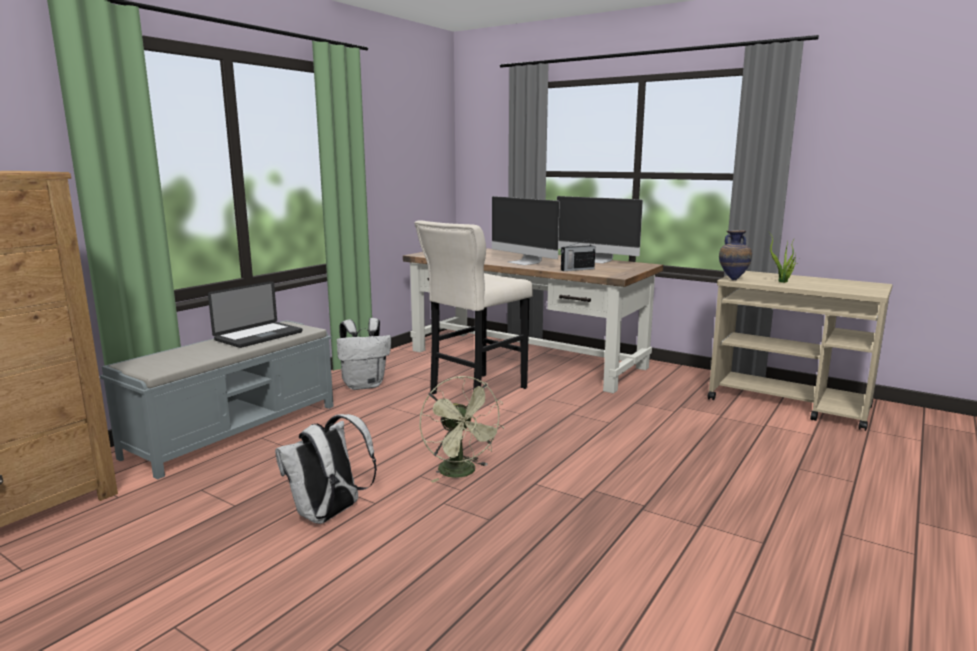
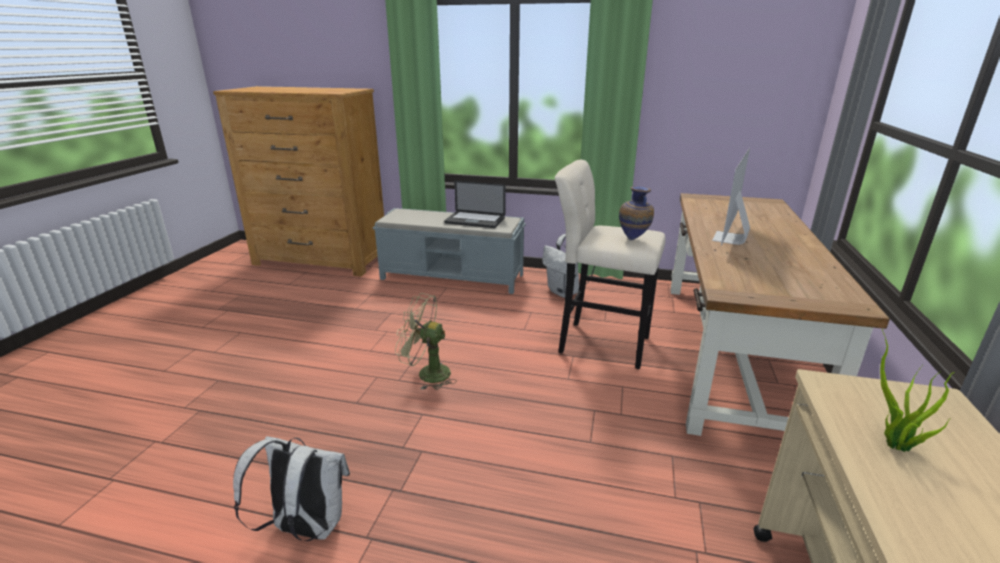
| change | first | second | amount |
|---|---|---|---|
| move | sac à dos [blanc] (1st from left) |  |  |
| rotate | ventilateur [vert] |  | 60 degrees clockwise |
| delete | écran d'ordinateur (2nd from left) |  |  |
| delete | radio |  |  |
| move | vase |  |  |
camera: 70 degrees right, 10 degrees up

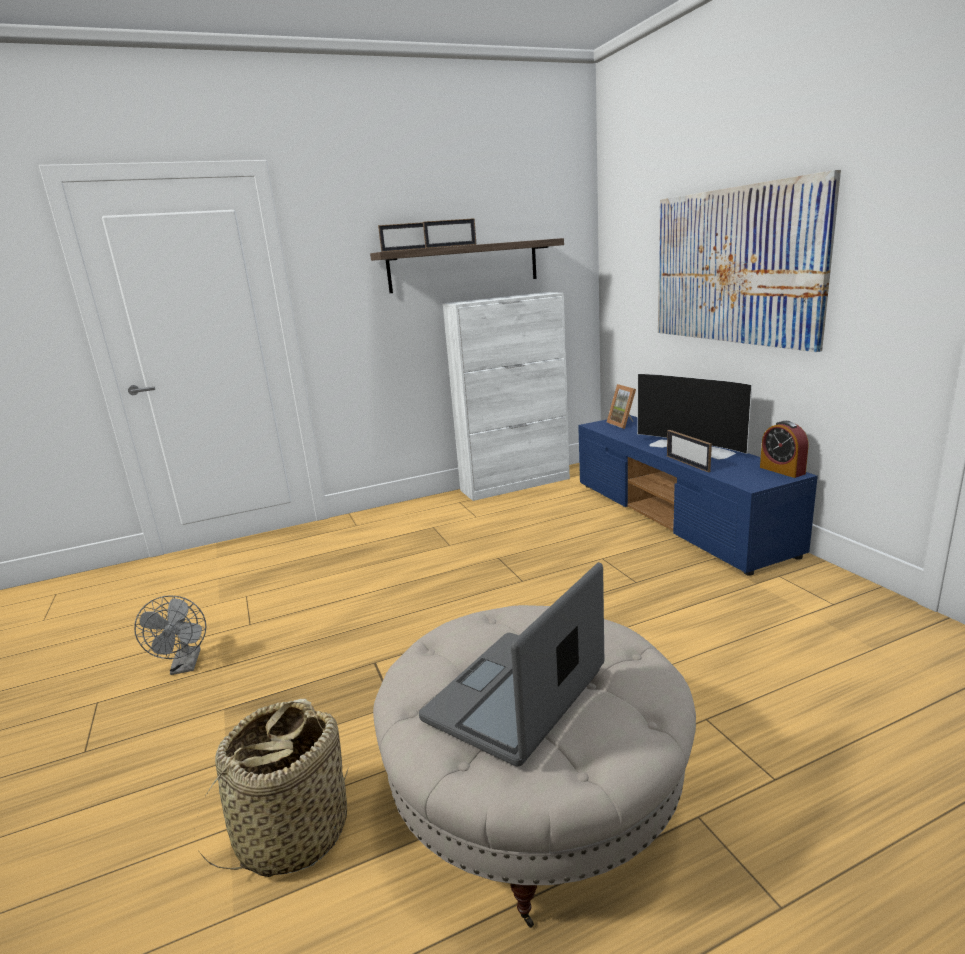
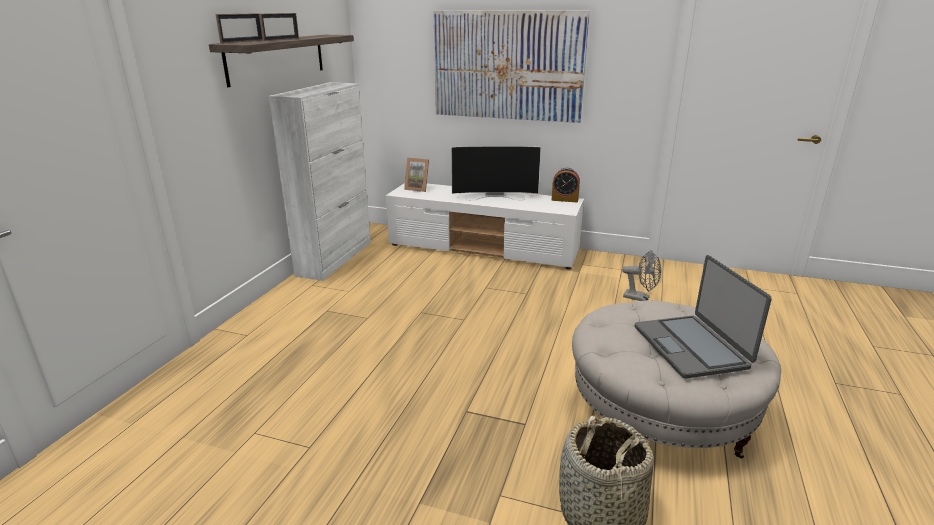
| change | first | second | amount |
|---|---|---|---|
| move | ventilateur [gris] |  |  |
| recolor | meuble télé [bleu] | meuble télé [blanc] |  |
| delete | cadre photo (4th from left) |  |  |
camera: 50 degrees left, 5 degrees up

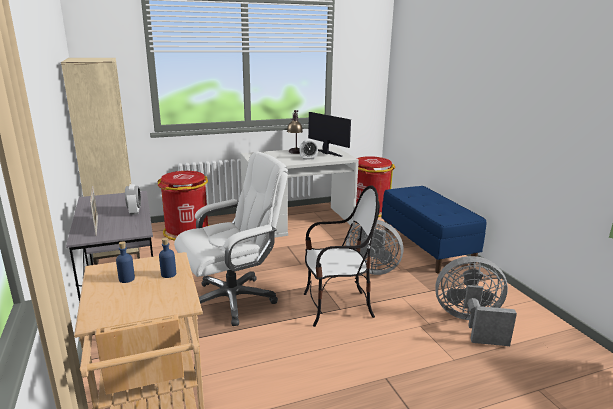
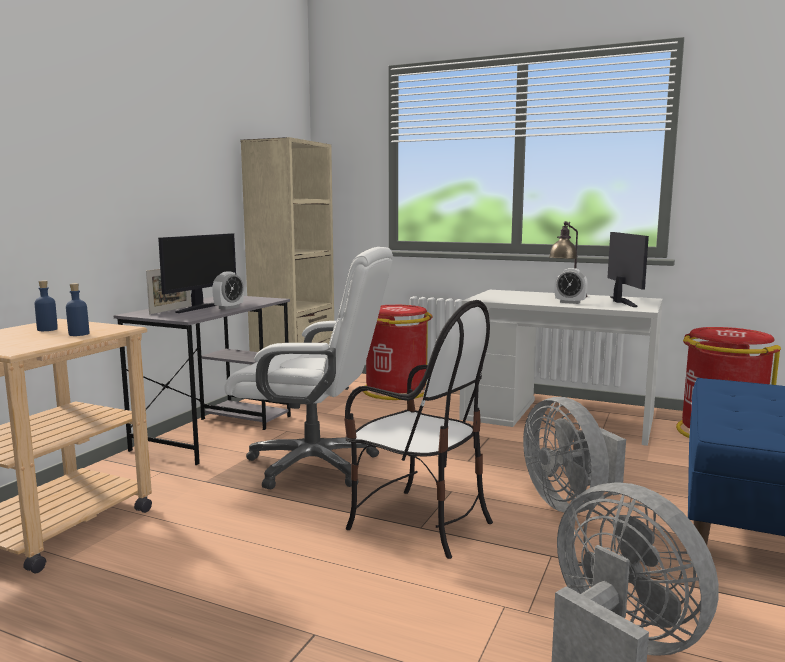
| change | first | second | amount |
|---|---|---|---|
| insert |  | écran d'ordinateur (1st from left) |  |
camera: 45 degrees right, 10 degrees down

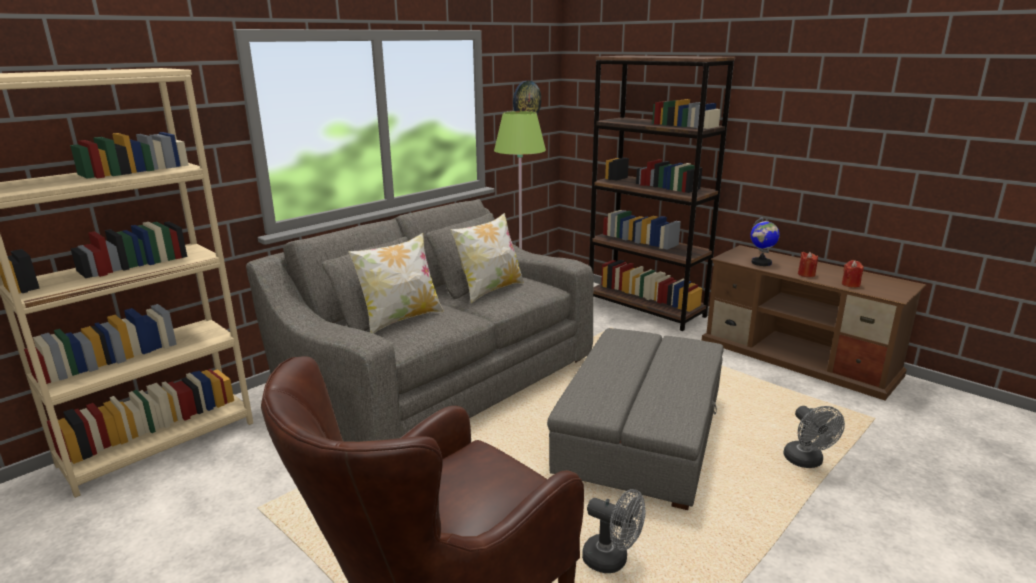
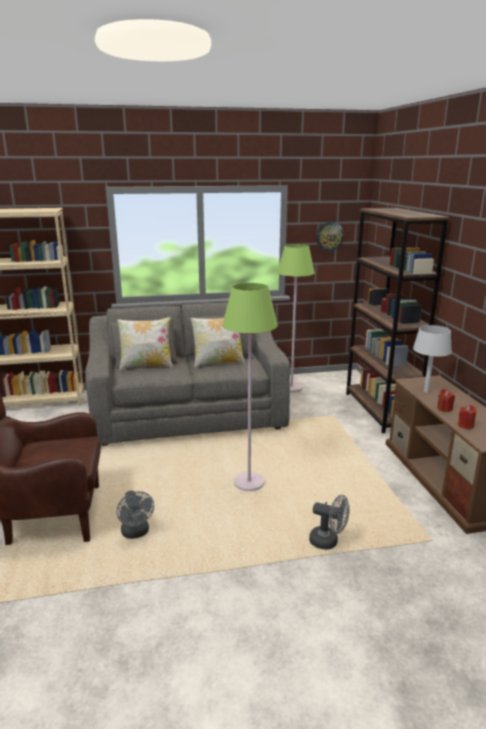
| change | first | second | amount |
|---|---|---|---|
| replace | pouf [gris] | lampadaire [vert] (1st from left) |  |
| replace | globe | lampe de table [gris] |  |
| rotate | ventilateur [gris] (2nd from left) |  | 90 degrees counterclockwise |
camera: 35 degrees right, 0 degrees up

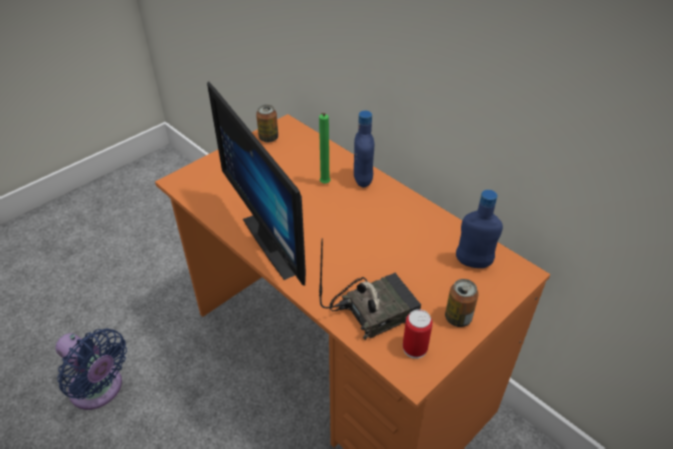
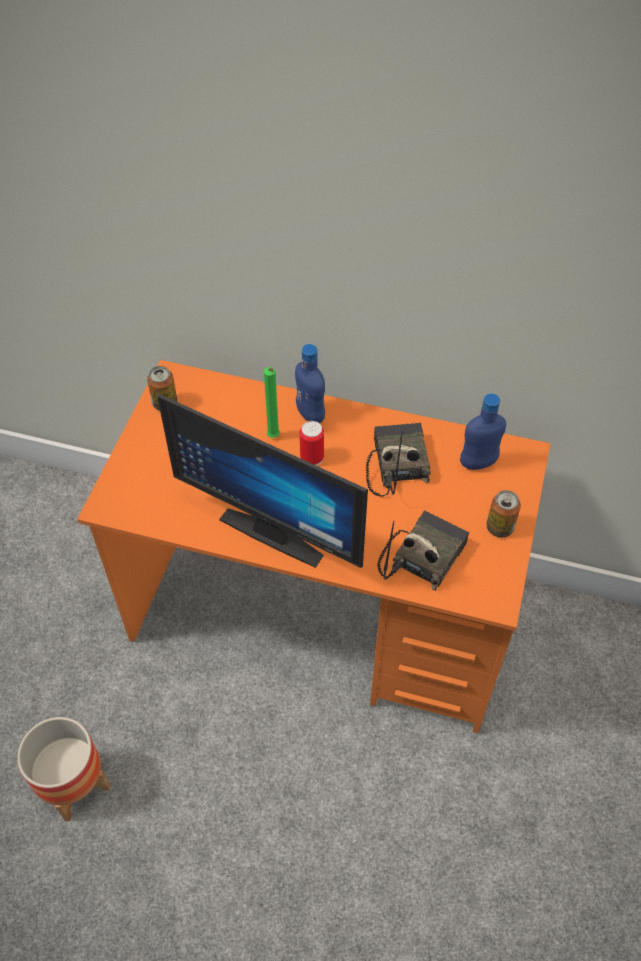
| change | first | second | amount |
|---|---|---|---|
| replace | ventilateur [bleu] | cache-pot |  |
| move | boîte métallique (2nd from left) |  |  |
| insert |  | radio (1st from left) |  |
camera: 30 degrees left, 10 degrees up

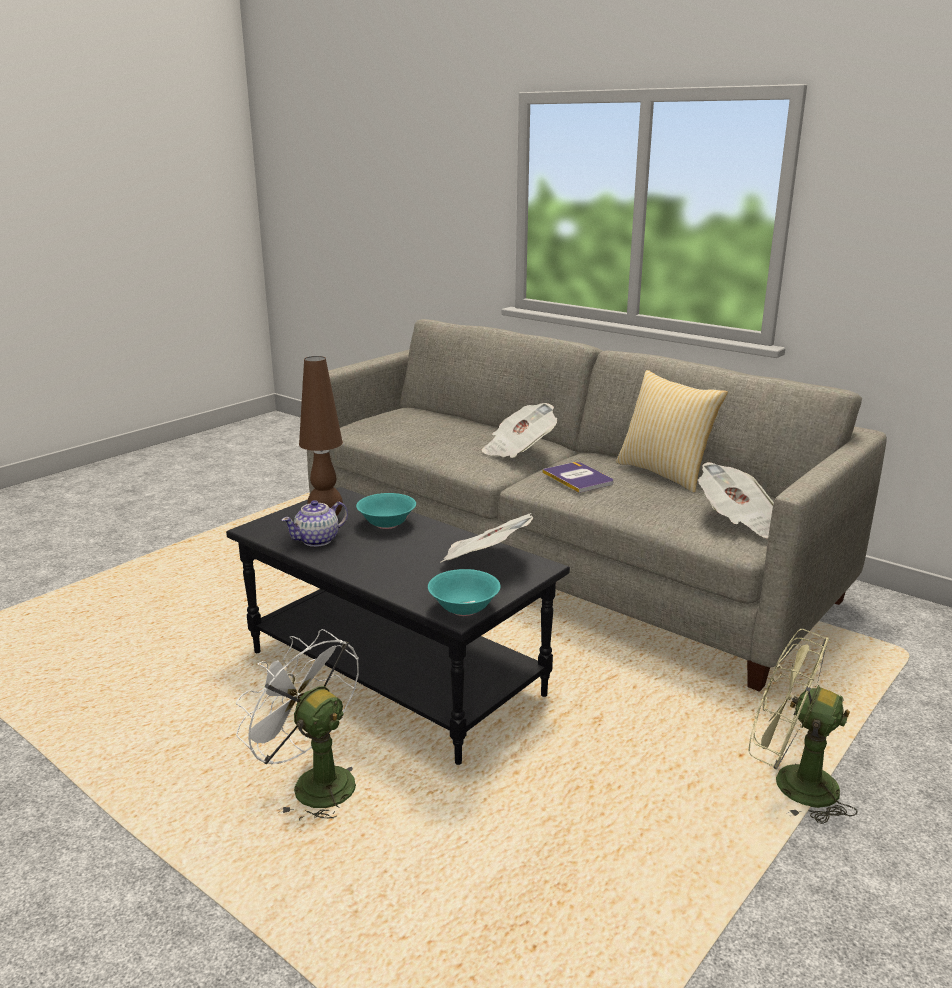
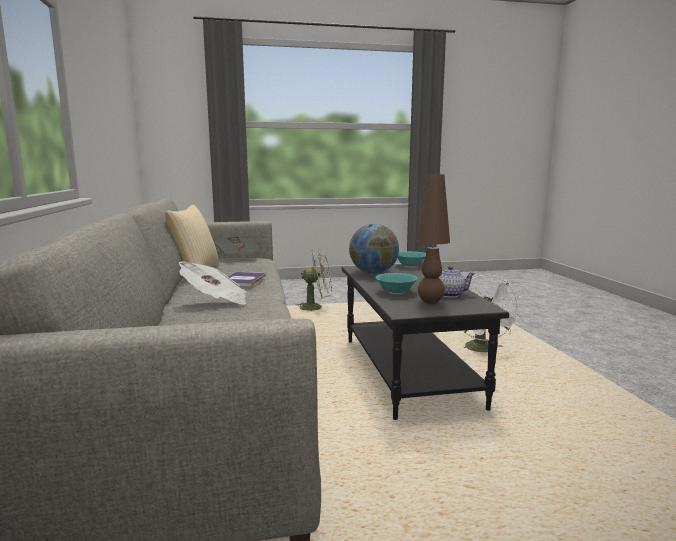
| change | first | second | amount |
|---|---|---|---|
| replace | journal (1st from left) | globe |  |
| rotate | ventilateur [vert] |  | 75 degrees counterclockwise |
camera: 140 degrees left, 10 degrees down

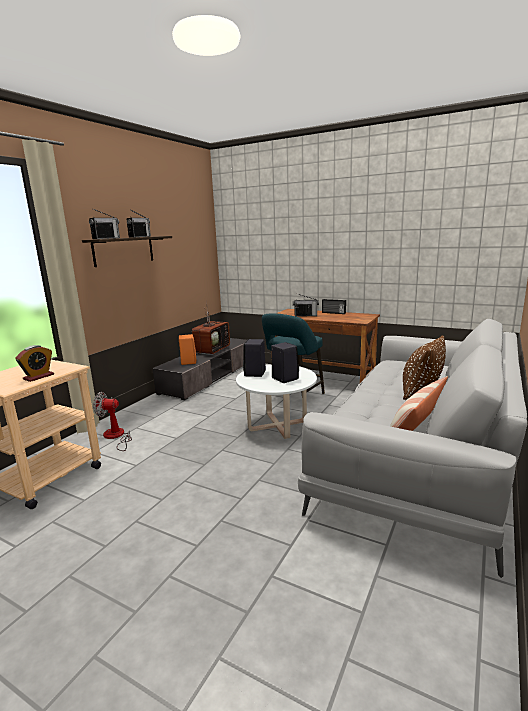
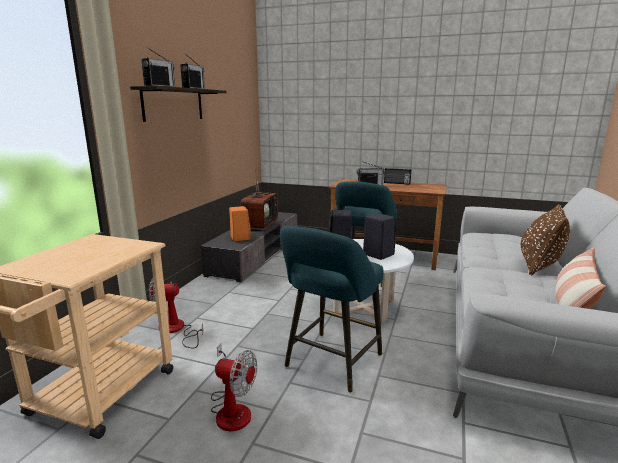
| change | first | second | amount |
|---|---|---|---|
| delete | réveil |  |  |
| insert |  | ventilateur (2nd from left) |  |
| insert |  | tabouret [turquoise] (1st from left) |  |
camera: 10 degrees left, 0 degrees up

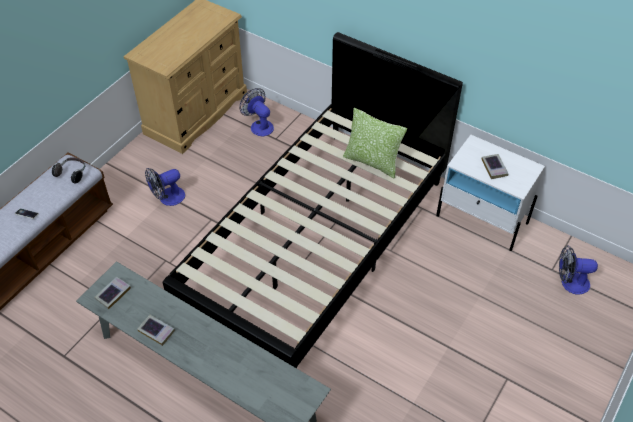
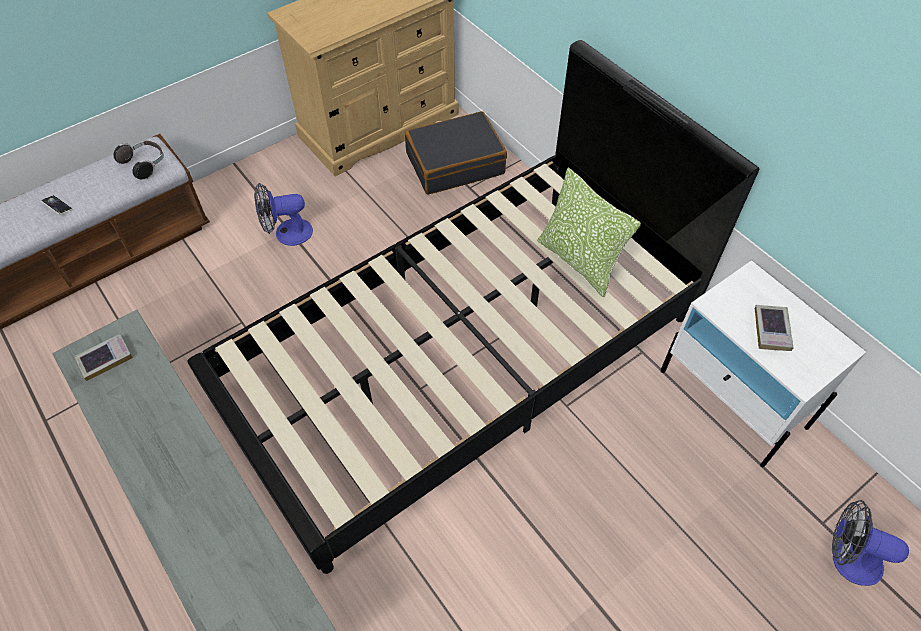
| change | first | second | amount |
|---|---|---|---|
| delete | livre (2nd from left) |  |  |
| replace | ventilateur (2nd from left) | valise [noir] |  |
camera: 20 degrees right, 5 degrees up

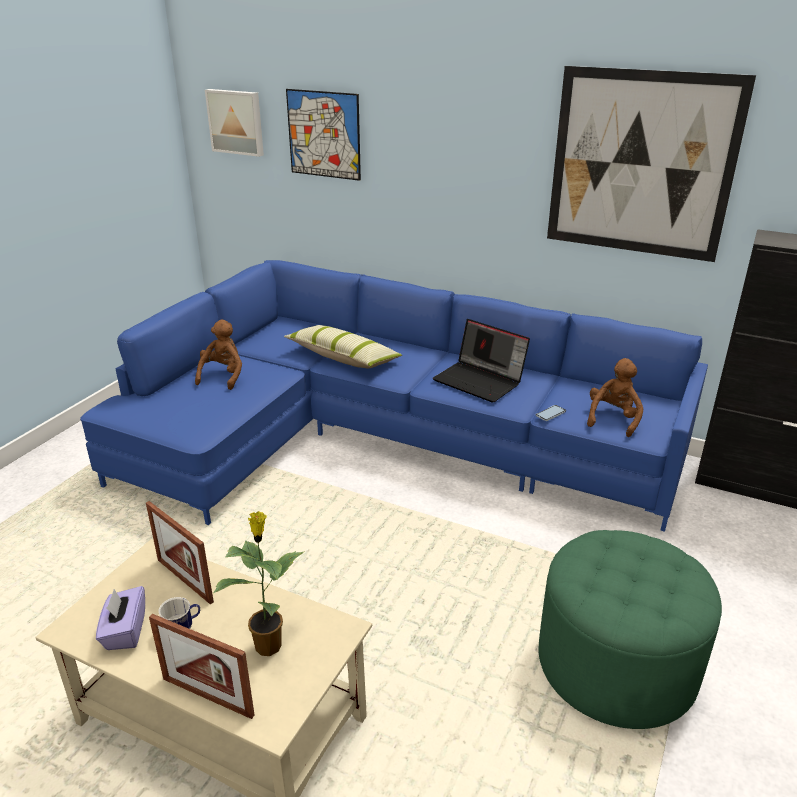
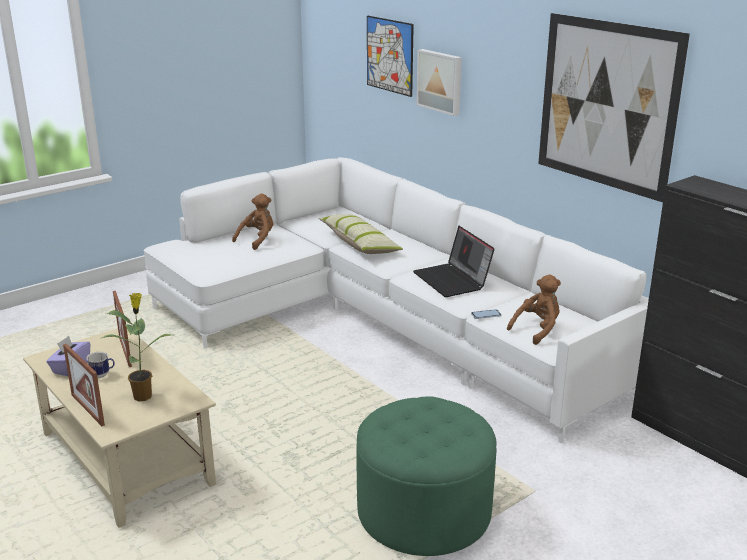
| change | first | second | amount |
|---|---|---|---|
| recolor | canapé [bleu] | canapé [blanc] |  |
| move | tableau (1st from left in the first image) | tableau (2nd from left) |  |
camera: 25 degrees right, 5 degrees down

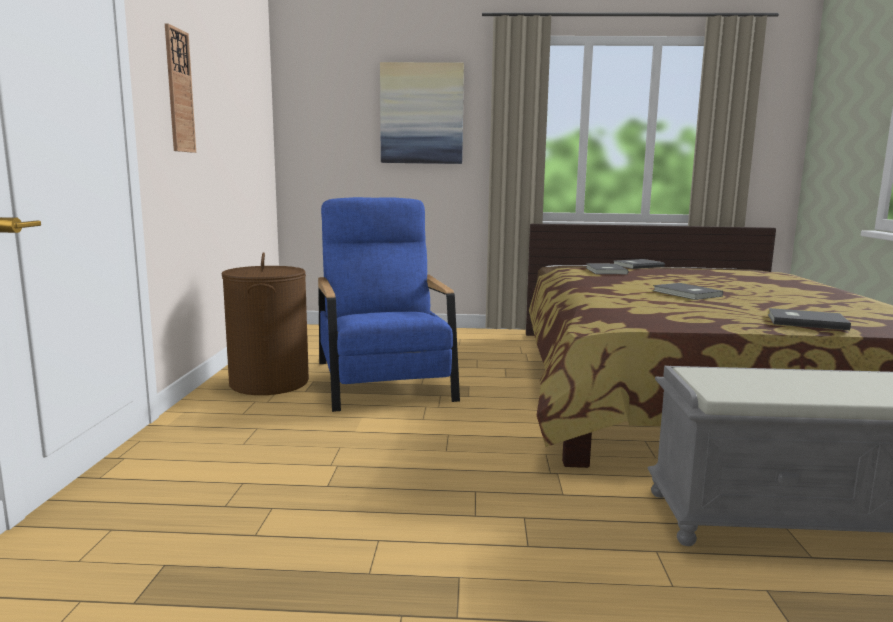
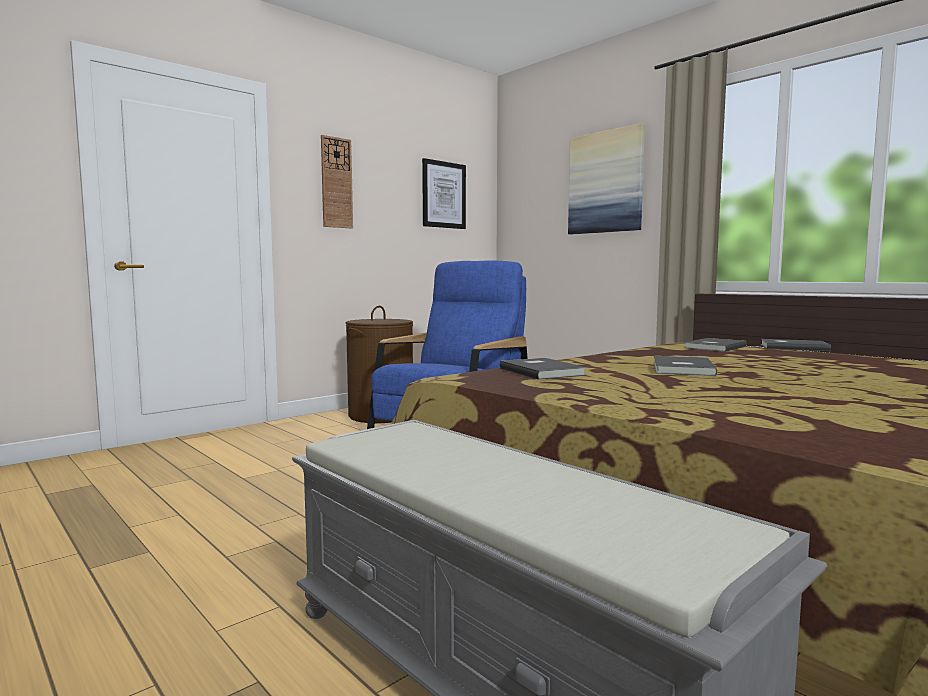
| change | first | second | amount |
|---|---|---|---|
| move | livre [gris] (4th from left in the first image) | livre [gris] (1st from left) |  |
| insert |  | tableau (1st from left) |  |
camera: 45 degrees right, 5 degrees down

